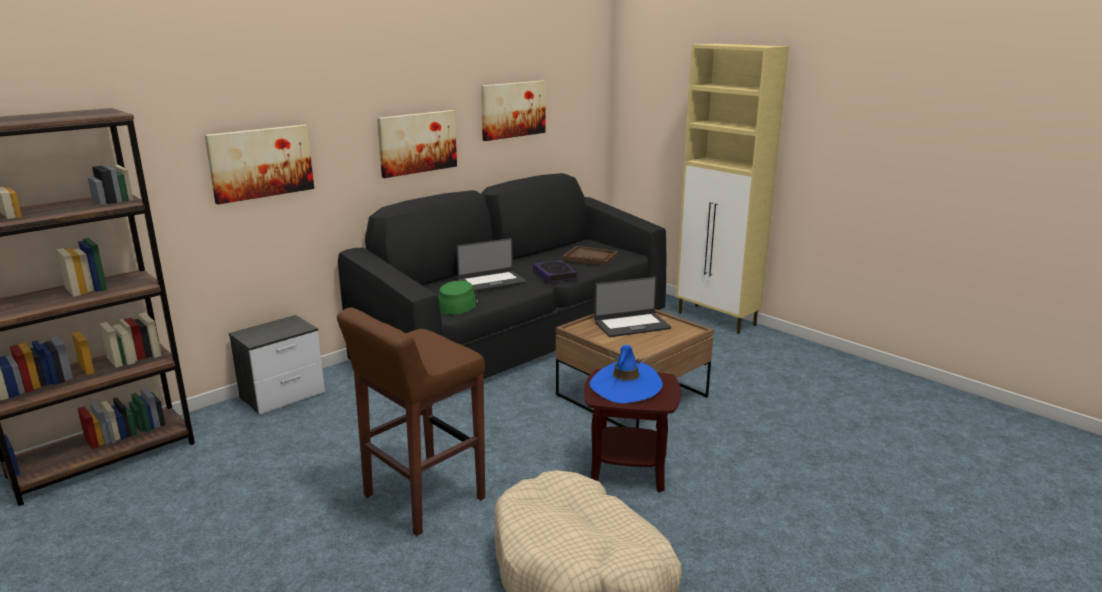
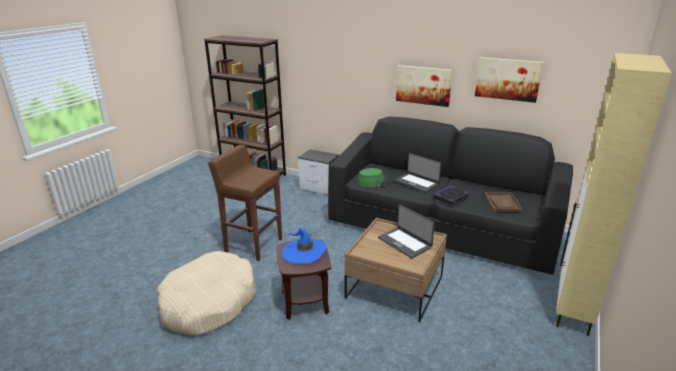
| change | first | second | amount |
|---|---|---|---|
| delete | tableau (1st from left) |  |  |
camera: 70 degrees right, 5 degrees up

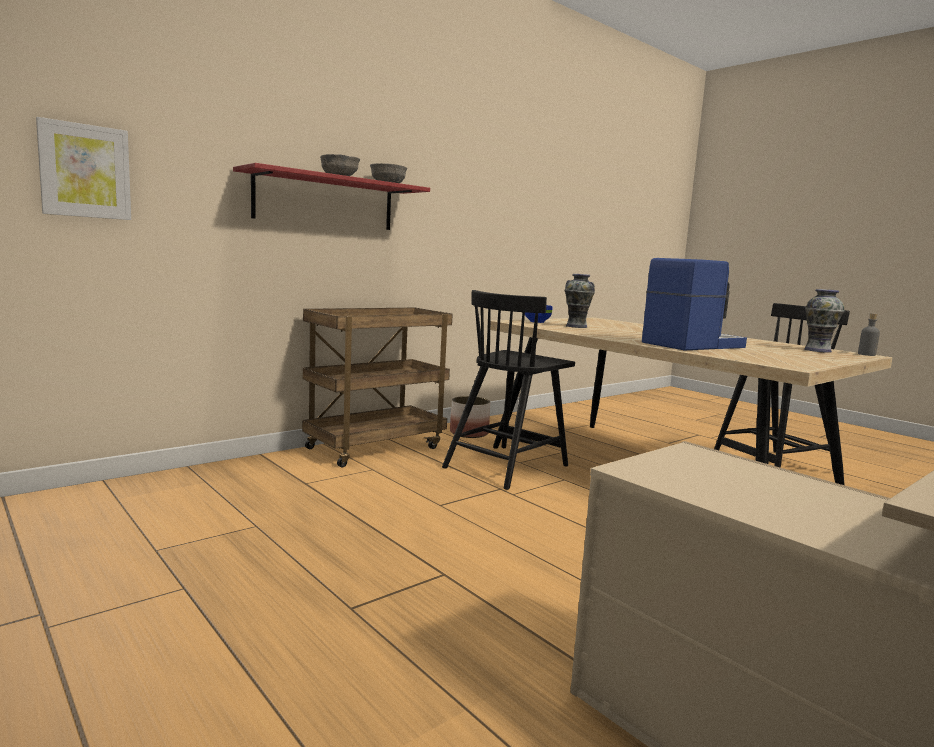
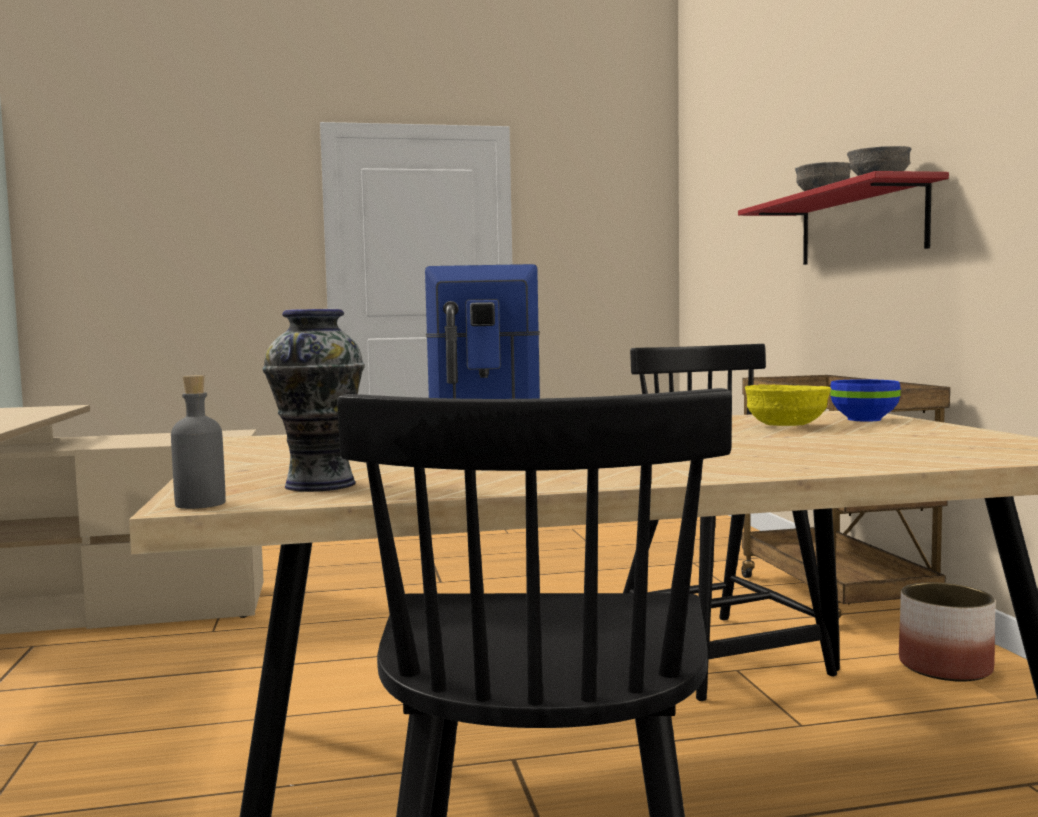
| change | first | second | amount |
|---|---|---|---|
| delete | tableau |  |  |
| replace | vase (1st from left) | bol [jaune] |  |
camera: 120 degrees right, 5 degrees down

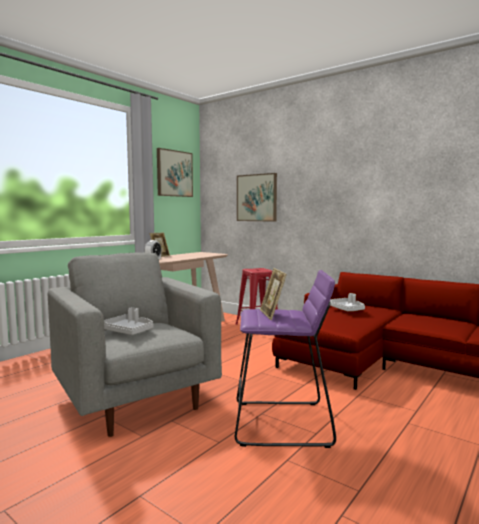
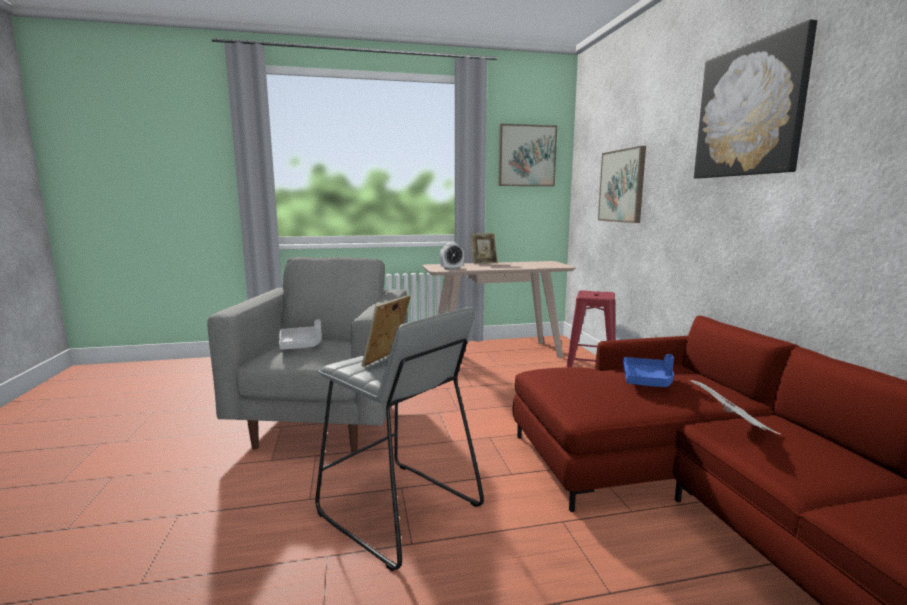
| change | first | second | amount |
|---|---|---|---|
| recolor | tabouret [violet] | tabouret [gris] |  |
| recolor | plateau [gris] (2nd from left) | plateau [bleu] |  |
| insert |  | journal |  |
| insert |  | tableau (3rd from left) |  |
camera: 40 degrees right, 5 degrees up

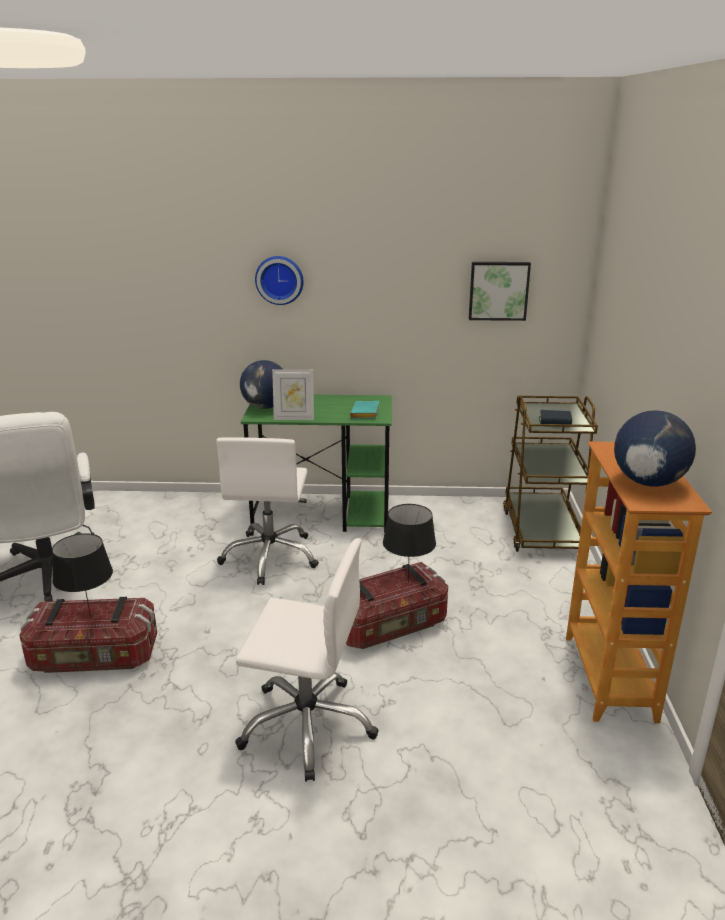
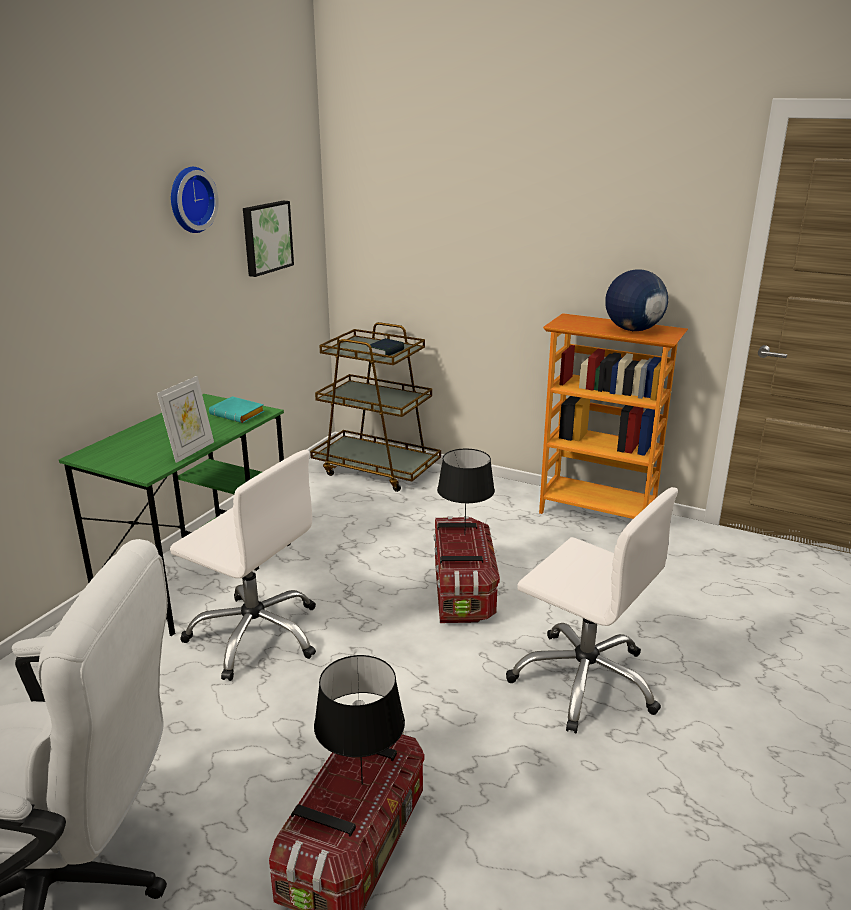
| change | first | second | amount |
|---|---|---|---|
| rotate | chaise de bureau [blanc] (3rd from left) |  | 90 degrees clockwise |
| delete | globe (1st from left) |  |  |
| move | horloge murale |  |  |
camera: 65 degrees left, 0 degrees up

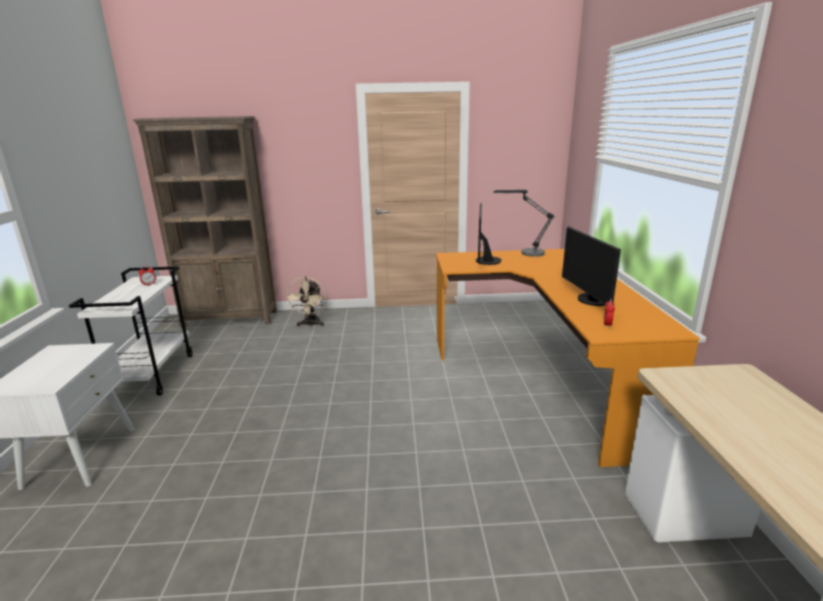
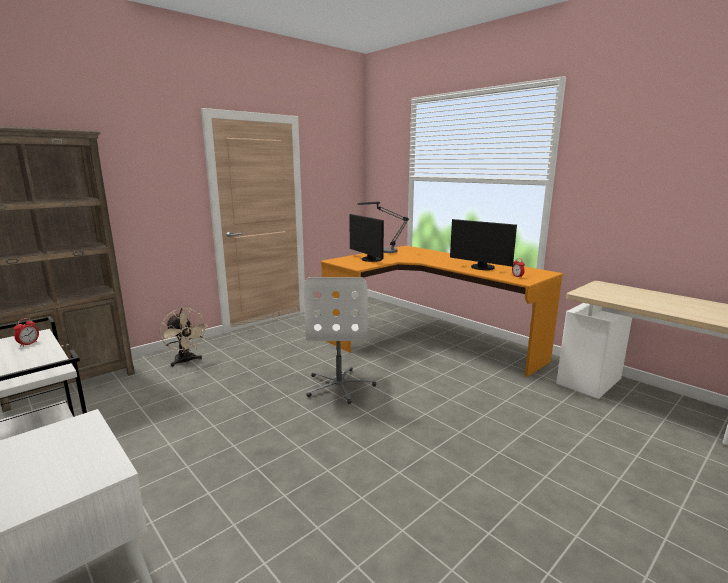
| change | first | second | amount |
|---|---|---|---|
| insert |  | chaise de bureau [blanc] |  |
camera: 40 degrees left, 5 degrees down

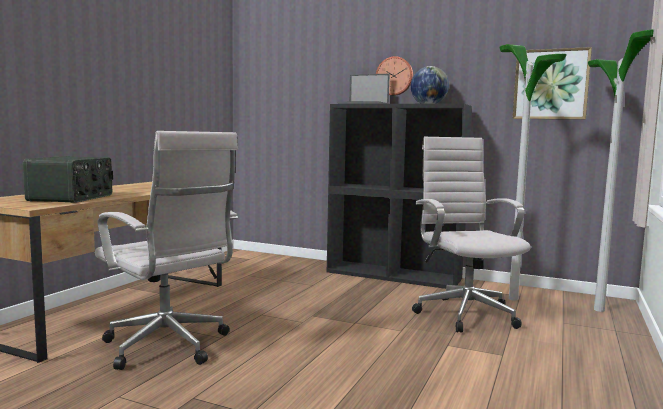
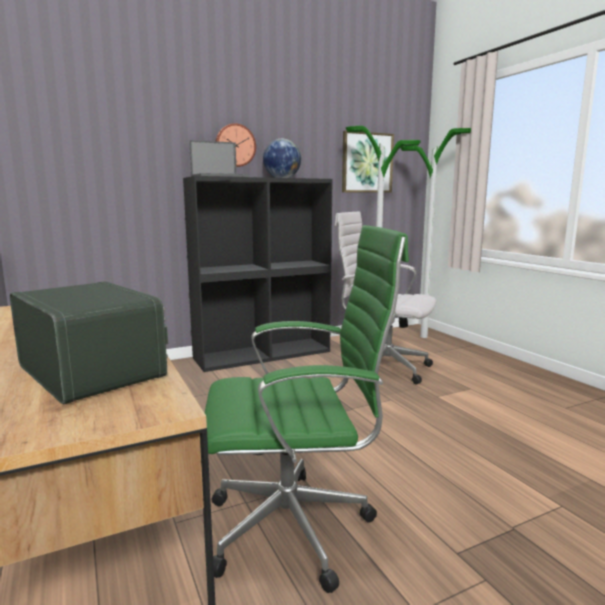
| change | first | second | amount |
|---|---|---|---|
| recolor | chaise de bureau [blanc] (1st from left) | chaise de bureau [vert] |  |
camera: 50 degrees left, 5 degrees up

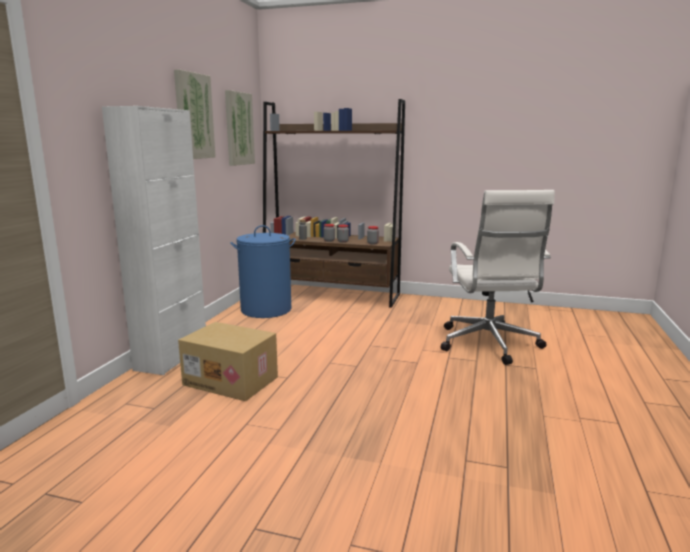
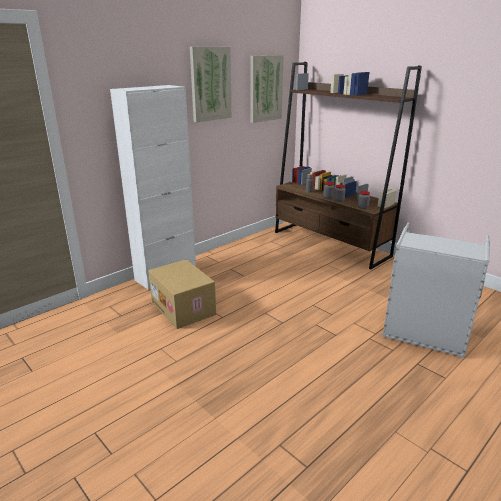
| change | first | second | amount |
|---|---|---|---|
| delete | panier à linge [bleu] |  |  |
| replace | chaise de bureau [blanc] | panier à linge [gris] |  |
camera: 30 degrees right, 10 degrees up

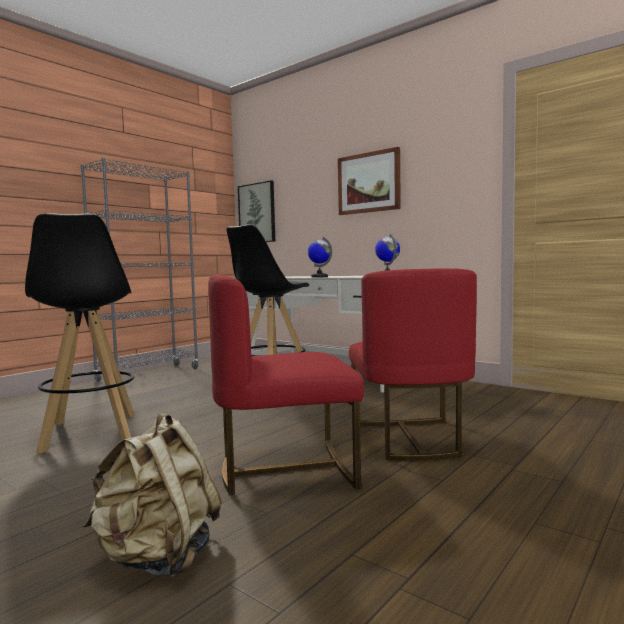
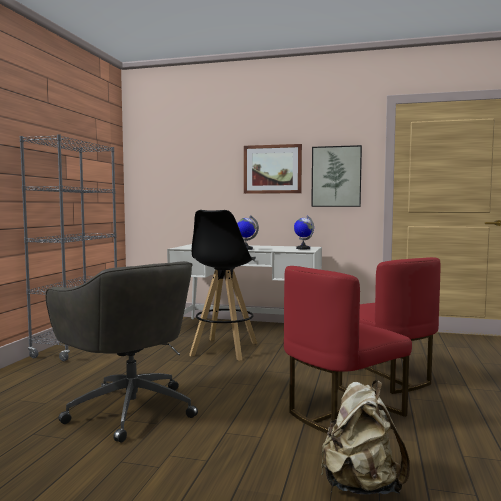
| change | first | second | amount |
|---|---|---|---|
| replace | tabouret [noir] (1st from left) | chaise de bureau [gris] |  |
| move | tableau (1st from left in the first image) | tableau (2nd from left) |  |
camera: 25 degrees left, 0 degrees up

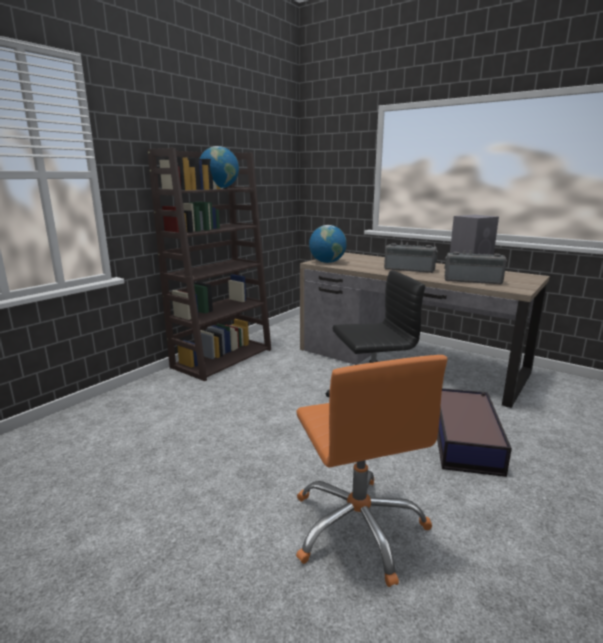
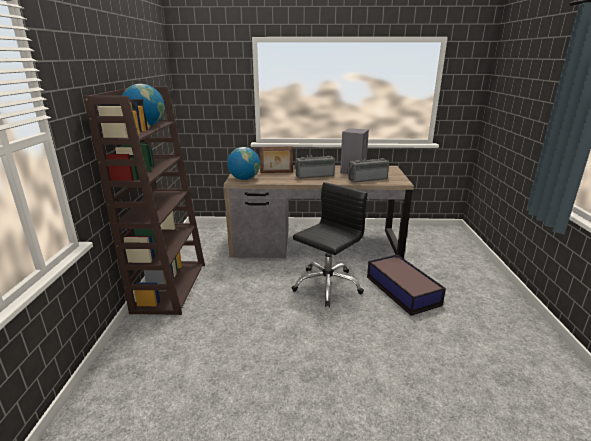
| change | first | second | amount |
|---|---|---|---|
| delete | chaise de bureau [orange] |  |  |
| insert |  | cadre photo |  |
camera: 35 degrees left, 5 degrees up

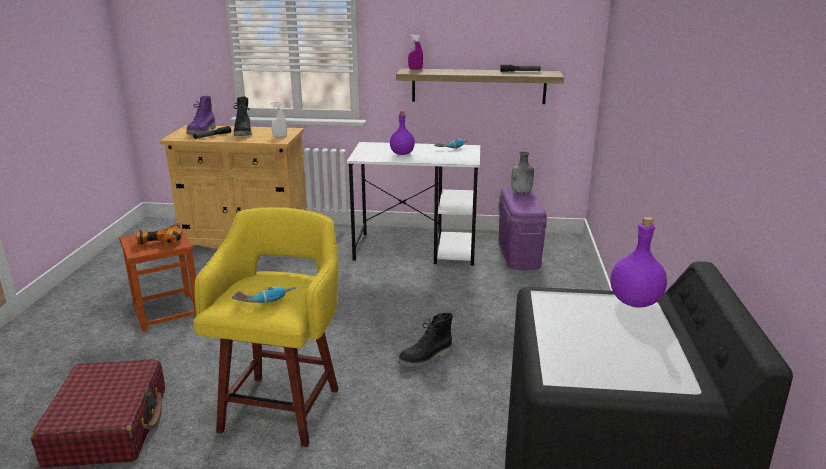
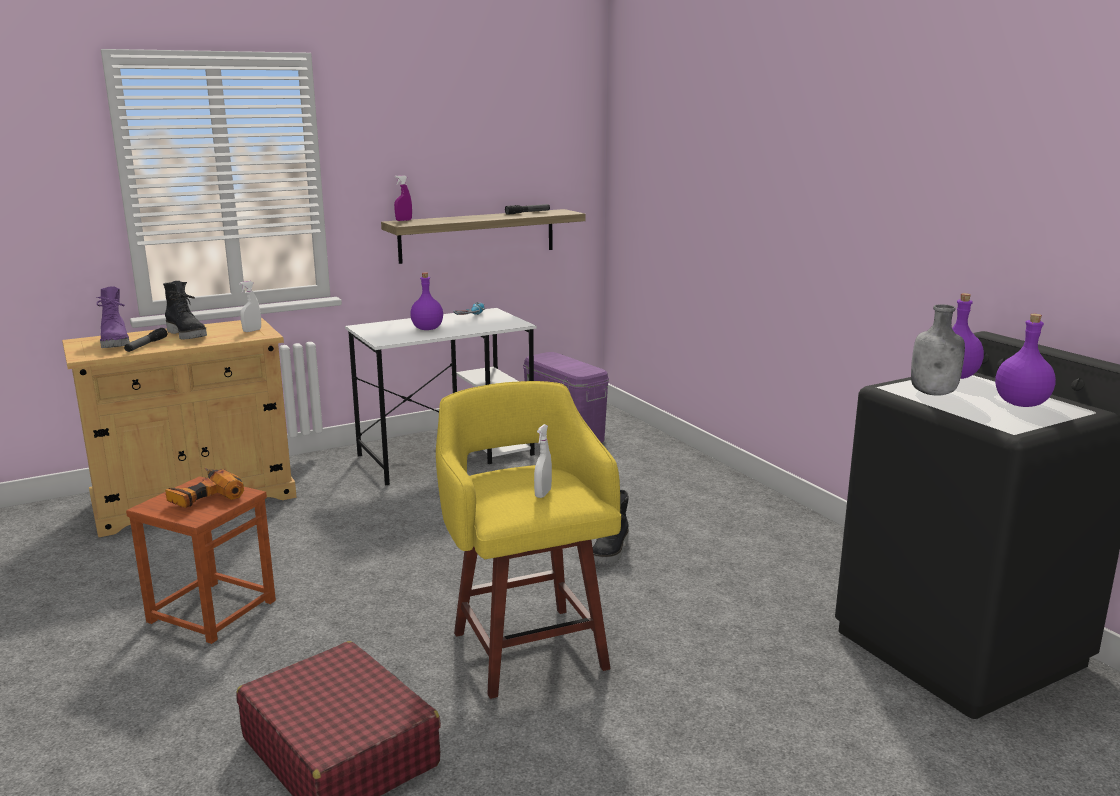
| change | first | second | amount |
|---|---|---|---|
| replace | perceuse (2nd from left) | vaporisateur [blanc] (2nd from left) |  |
| move | bouteille [gris] |  |  |
| insert |  | bouteille [violet] (3rd from left) |  |
camera: 35 degrees left, 5 degrees down

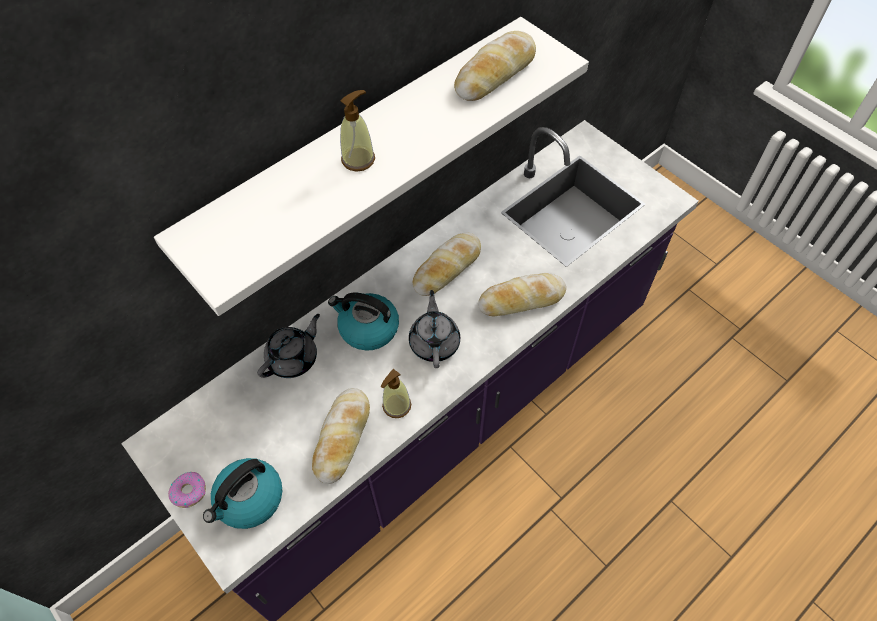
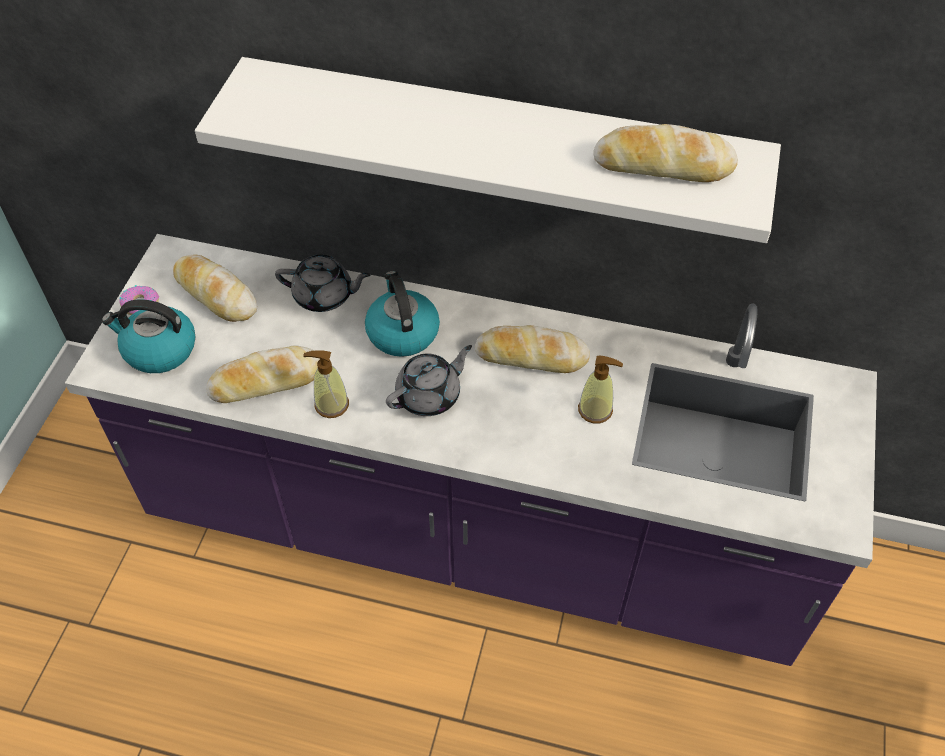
| change | first | second | amount |
|---|---|---|---|
| move | distributeur de savon (1st from left in the first image) | distributeur de savon (2nd from left) |  |
| move | pain (4th from left in the first image) | pain (1st from left) |  |
camera: 55 degrees right, 5 degrees down

